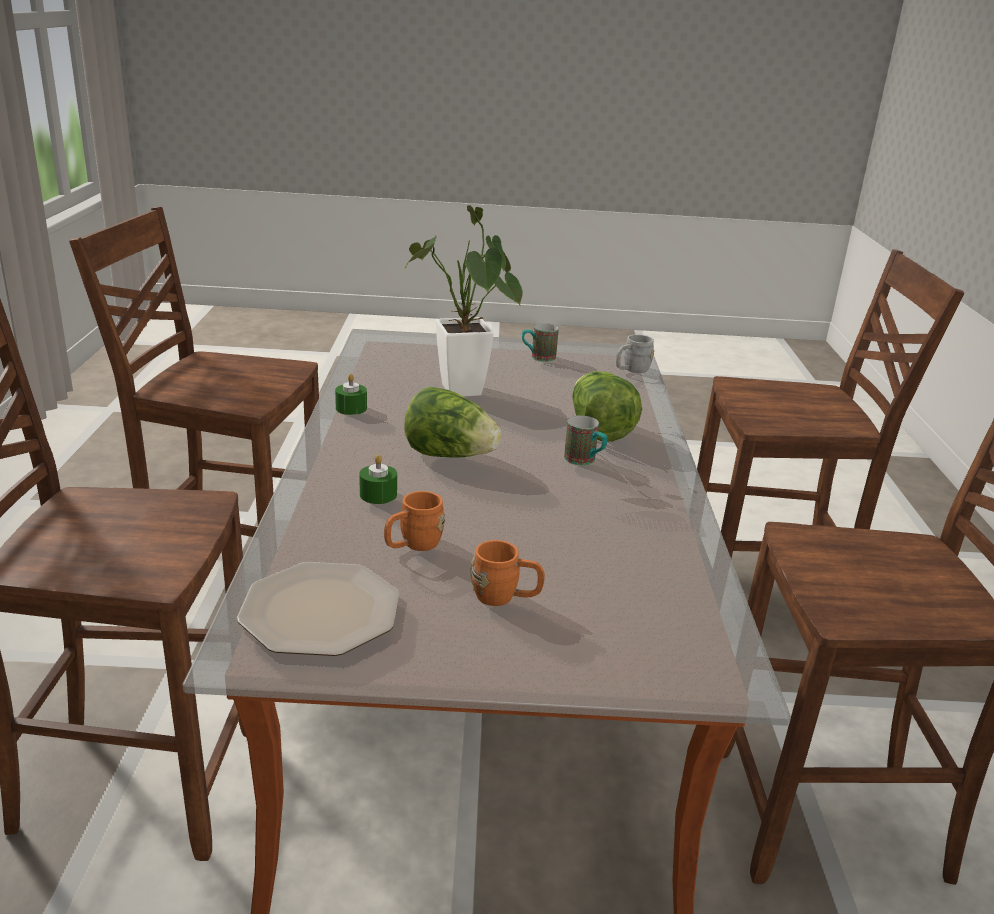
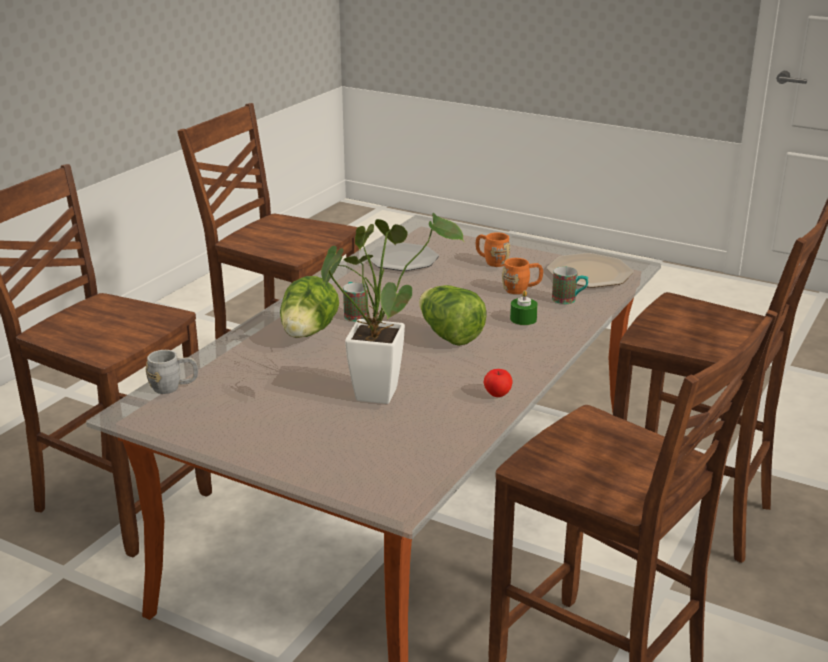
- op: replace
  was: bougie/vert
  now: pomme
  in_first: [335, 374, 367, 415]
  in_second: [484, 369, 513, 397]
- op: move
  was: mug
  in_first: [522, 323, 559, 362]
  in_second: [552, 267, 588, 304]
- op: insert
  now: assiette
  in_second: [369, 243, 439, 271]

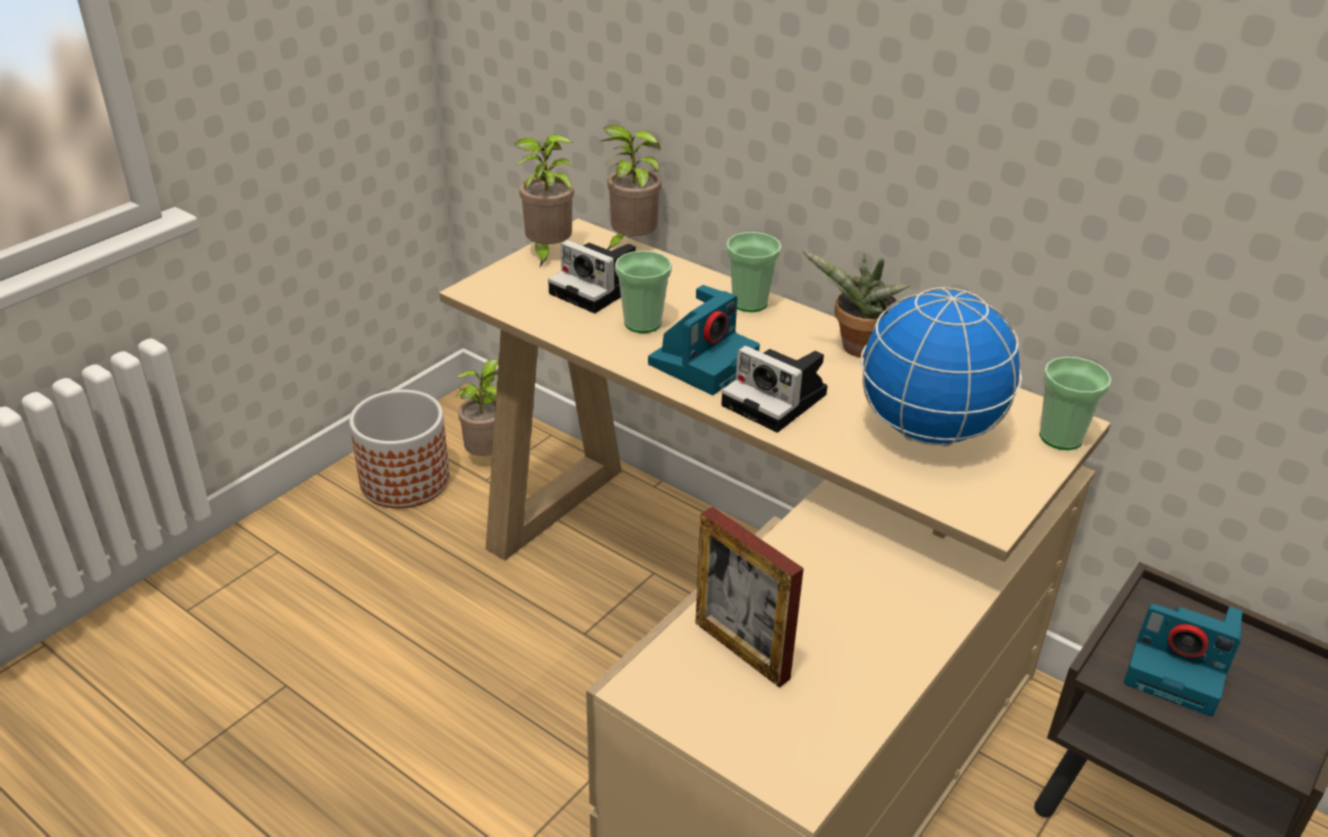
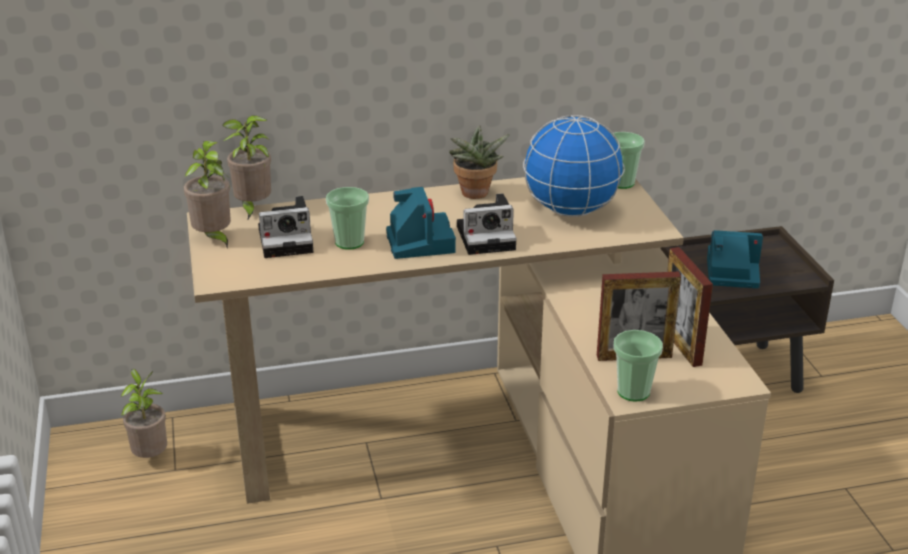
- op: delete
  was: cache-pot
  in_first: [349, 390, 450, 508]
- op: move
  was: tasse
  in_first: [726, 232, 781, 312]
  in_second: [613, 330, 663, 401]
- op: rotate
  was: appareil photo
  in_first: [1124, 604, 1243, 716]
  in_second: [707, 230, 763, 289]
  clockwise: -150
- op: insert
  now: cadre photo
  in_second: [667, 247, 713, 367]

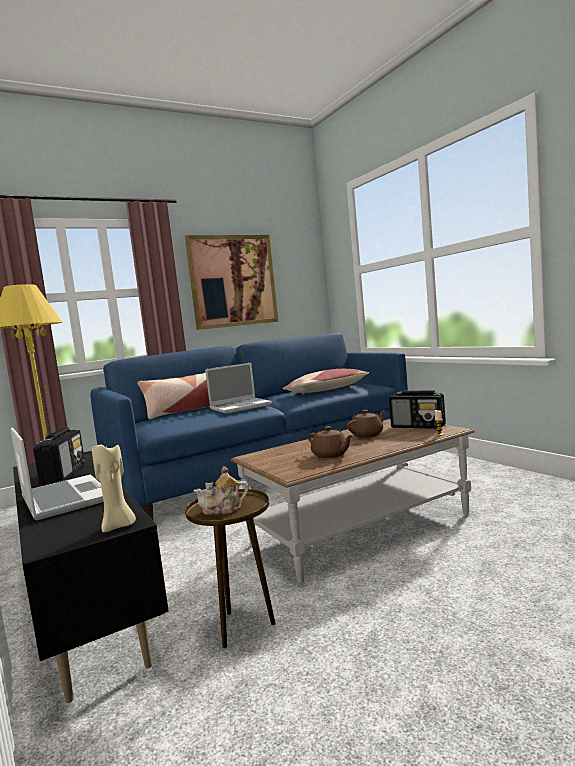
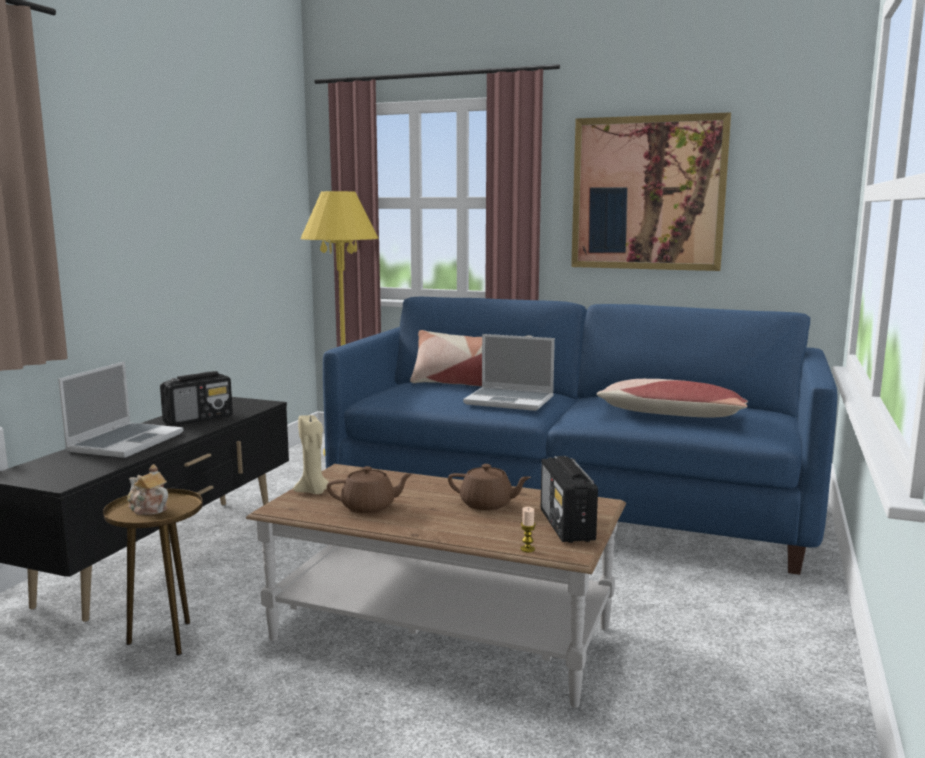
- op: move
  was: bougie/beige
  in_first: [92, 443, 136, 533]
  in_second: [293, 414, 332, 494]
- op: rotate
  was: théière/marron
  in_first: [308, 426, 353, 458]
  in_second: [327, 466, 413, 514]
  clockwise: -105

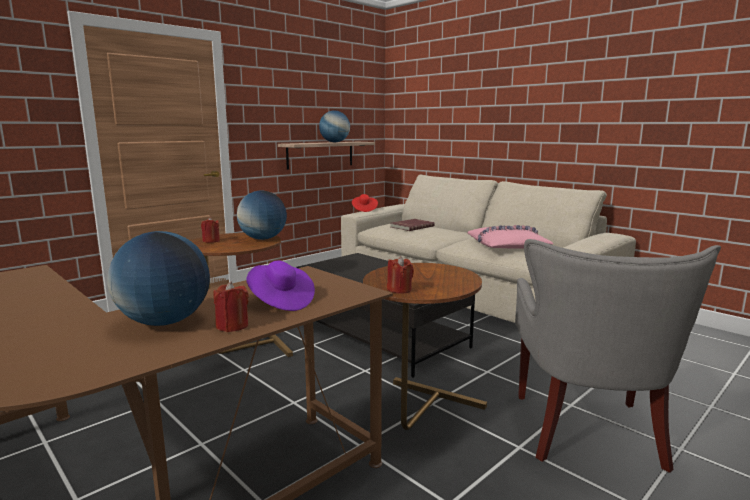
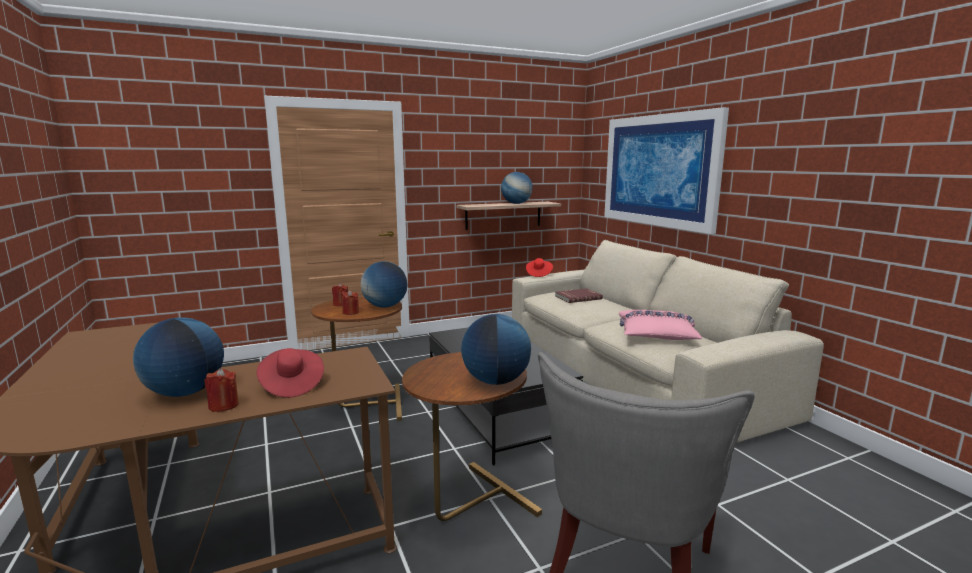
- op: recolor
  was: chapeau/violet
  now: chapeau/rouge
  in_first: [246, 261, 315, 311]
  in_second: [256, 348, 324, 398]
- op: move
  was: bougie/rouge
  in_first: [387, 256, 414, 294]
  in_second: [342, 290, 359, 315]
- op: insert
  now: globe
  in_second: [461, 314, 531, 385]
- op: insert
  now: tableau
  in_second: [604, 107, 729, 234]

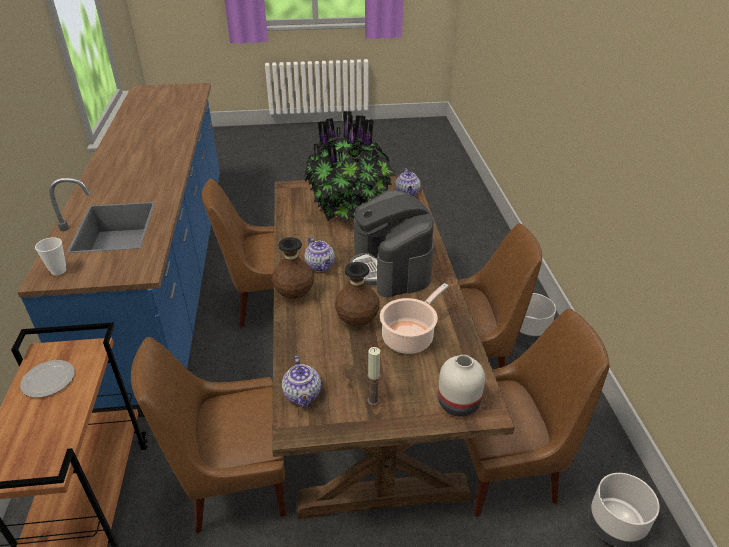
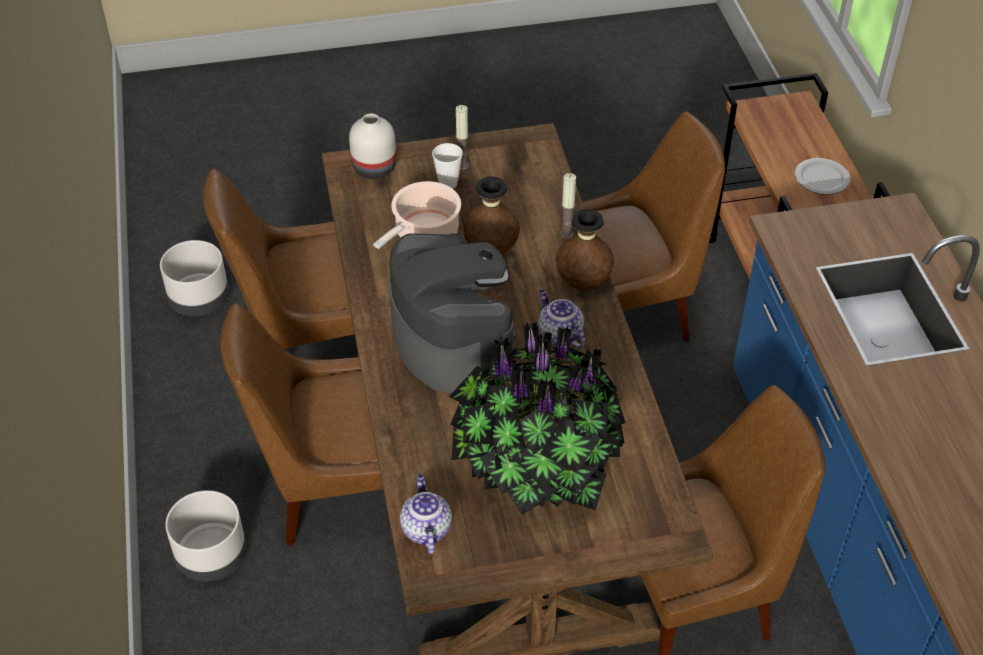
- op: move
  was: tasse
  in_first: [35, 237, 66, 275]
  in_second: [432, 143, 463, 189]
- op: delete
  was: théière
  in_first: [282, 356, 321, 407]
- op: insert
  now: bougie
  in_second: [560, 173, 576, 239]

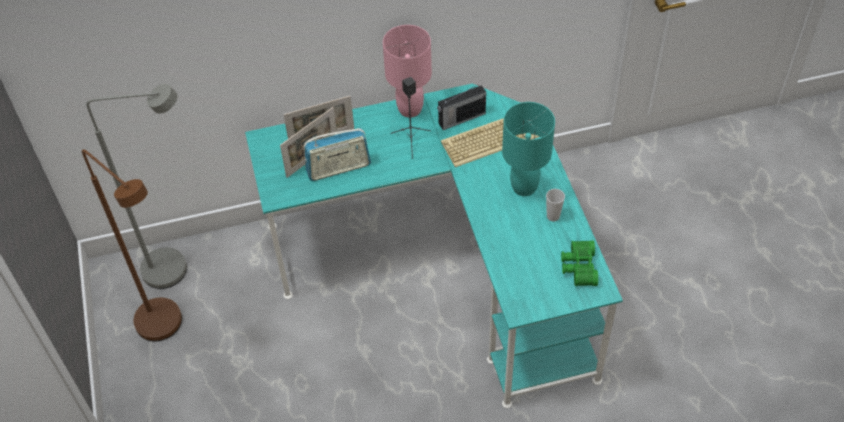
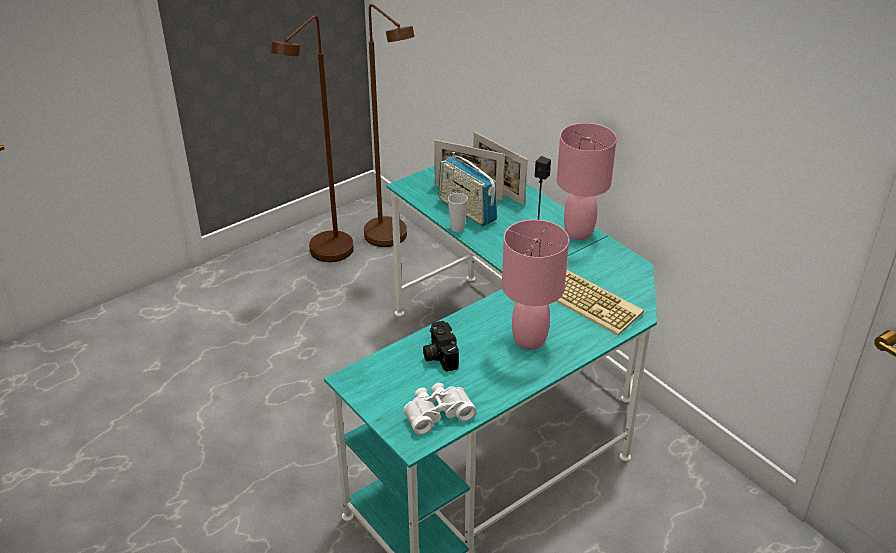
- op: recolor
  was: lampadaire/gris
  now: lampadaire/marron
  in_first: [86, 84, 187, 289]
  in_second: [364, 4, 415, 247]
- op: delete
  was: radio
  in_first: [437, 85, 486, 130]
- op: recolor
  was: lampe de table/turquoise
  now: lampe de table/rose
  in_first: [502, 102, 555, 196]
  in_second: [502, 220, 569, 350]
- op: move
  was: tasse
  in_first: [546, 189, 565, 222]
  in_second: [448, 193, 468, 232]
- op: recolor
  was: jumelles/vert
  now: jumelles/blanc
  in_first: [561, 241, 598, 286]
  in_second: [403, 383, 476, 435]
- op: insert
  now: appareil photo
  in_second: [423, 321, 459, 372]

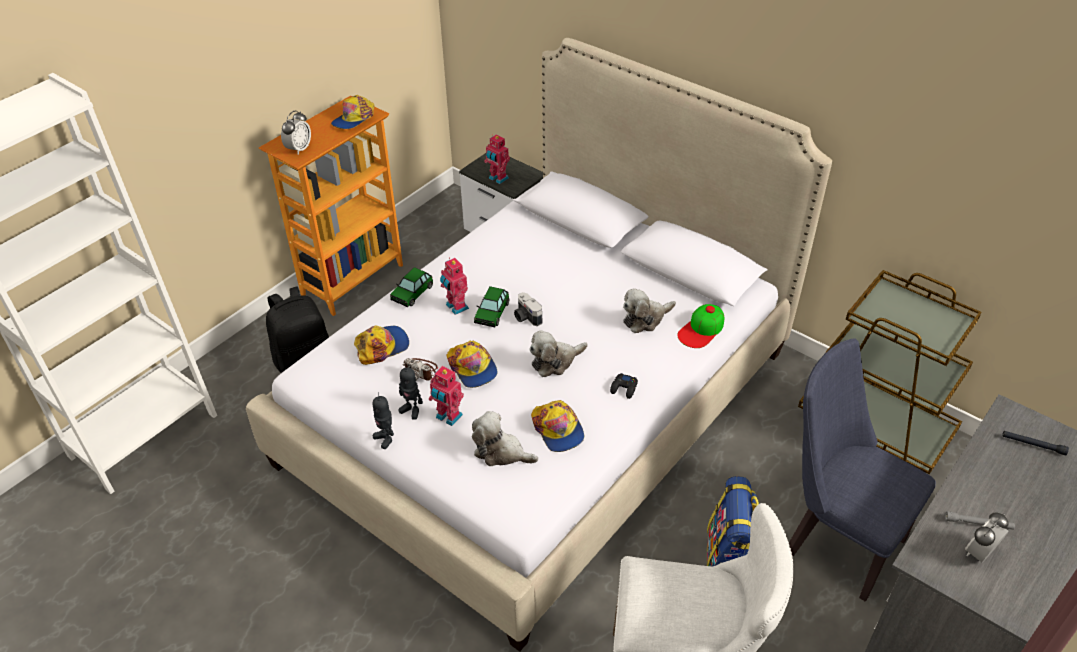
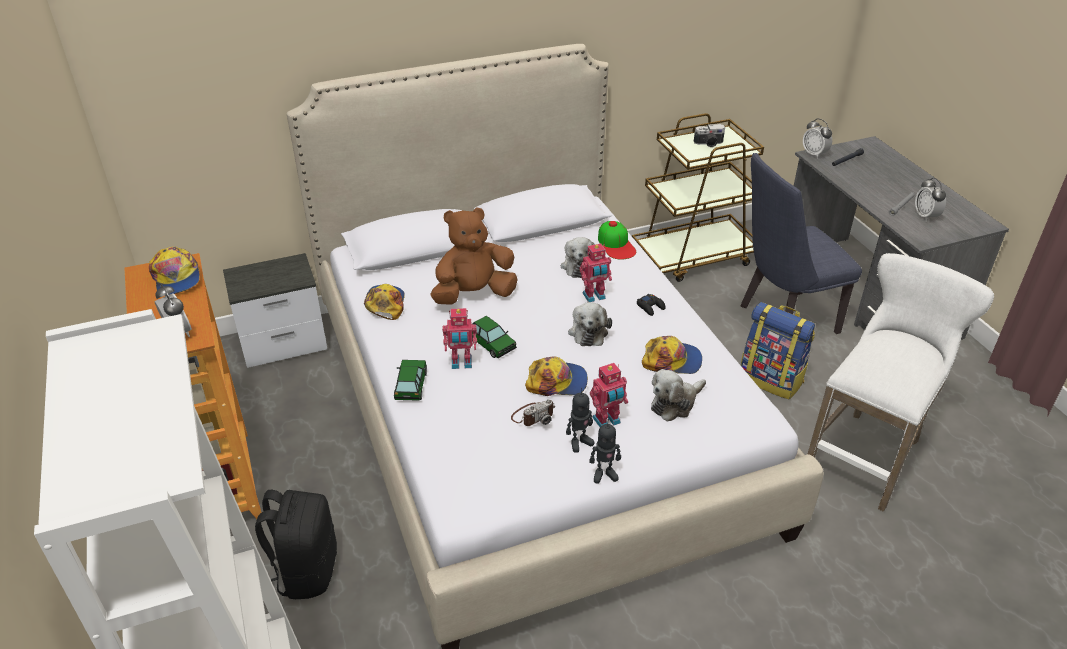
- op: move
  was: casquette
  in_first: [354, 326, 409, 365]
  in_second: [364, 284, 404, 320]
- op: rotate
  was: petite voiture
  in_first: [390, 267, 433, 307]
  in_second: [394, 360, 427, 401]
  clockwise: -150
- op: move
  was: robot jouet
  in_first: [484, 134, 510, 184]
  in_second: [579, 244, 612, 302]
- op: move
  was: appareil photo
  in_first: [514, 292, 542, 326]
  in_second: [694, 124, 725, 147]
- op: insert
  now: peluche/marron
  in_second: [430, 207, 518, 305]
- op: insert
  now: réveil
  in_second: [803, 118, 832, 159]

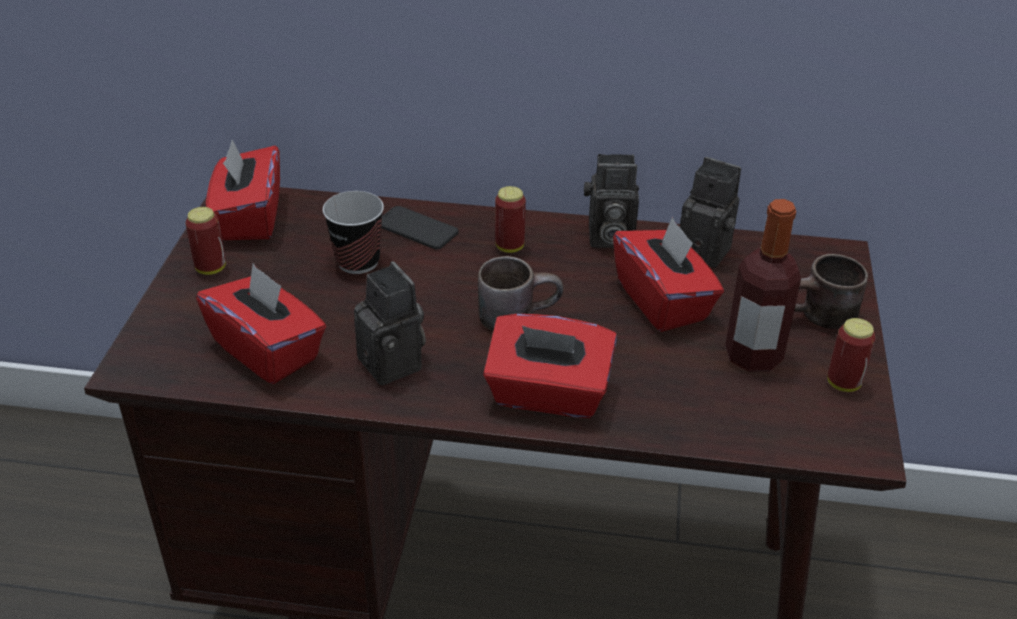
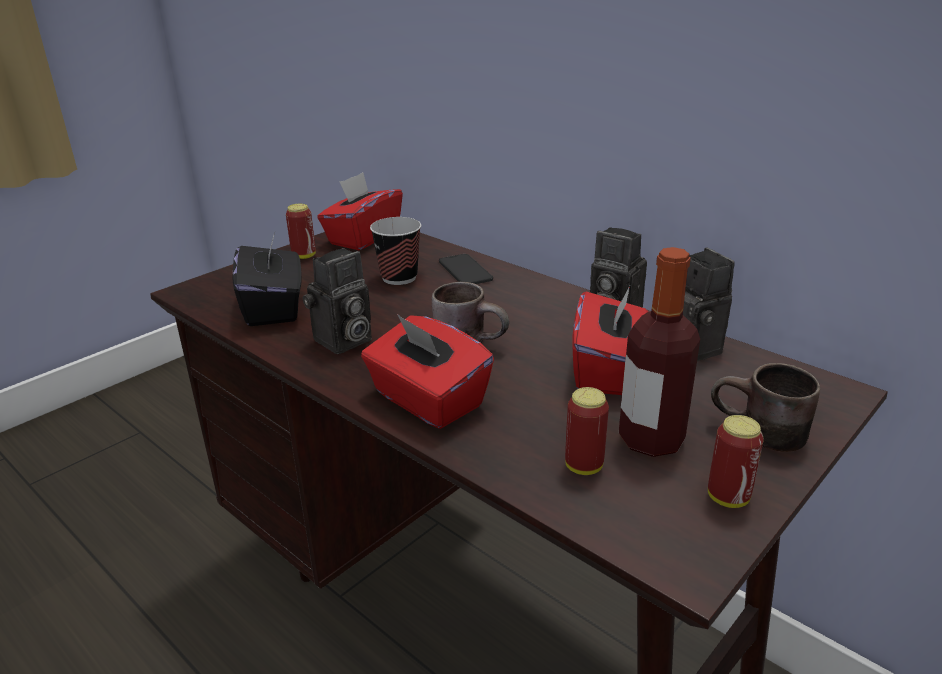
- op: recolor
  was: boîte à mouchoirs/rouge
  now: boîte à mouchoirs/noir
  in_first: [196, 263, 326, 384]
  in_second: [232, 230, 301, 326]
- op: rotate
  was: appareil photo
  in_first: [354, 261, 426, 386]
  in_second: [303, 248, 372, 354]
  clockwise: 45
- op: move
  was: boîte métallique
  in_first: [495, 186, 526, 253]
  in_second: [565, 387, 609, 475]

